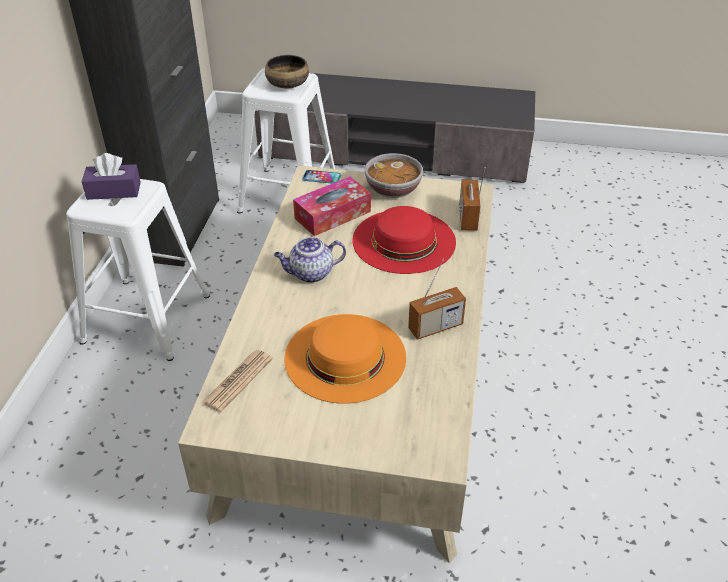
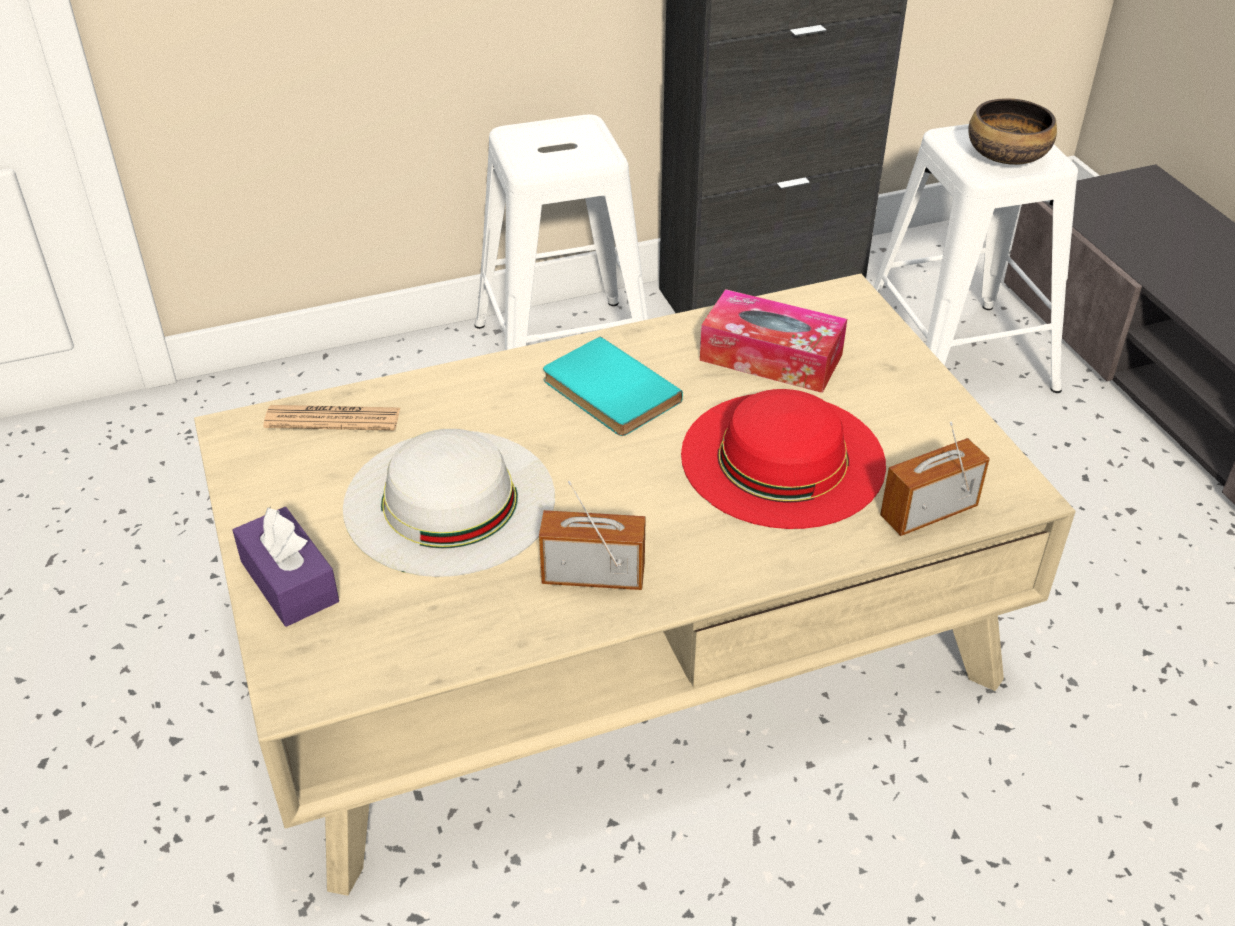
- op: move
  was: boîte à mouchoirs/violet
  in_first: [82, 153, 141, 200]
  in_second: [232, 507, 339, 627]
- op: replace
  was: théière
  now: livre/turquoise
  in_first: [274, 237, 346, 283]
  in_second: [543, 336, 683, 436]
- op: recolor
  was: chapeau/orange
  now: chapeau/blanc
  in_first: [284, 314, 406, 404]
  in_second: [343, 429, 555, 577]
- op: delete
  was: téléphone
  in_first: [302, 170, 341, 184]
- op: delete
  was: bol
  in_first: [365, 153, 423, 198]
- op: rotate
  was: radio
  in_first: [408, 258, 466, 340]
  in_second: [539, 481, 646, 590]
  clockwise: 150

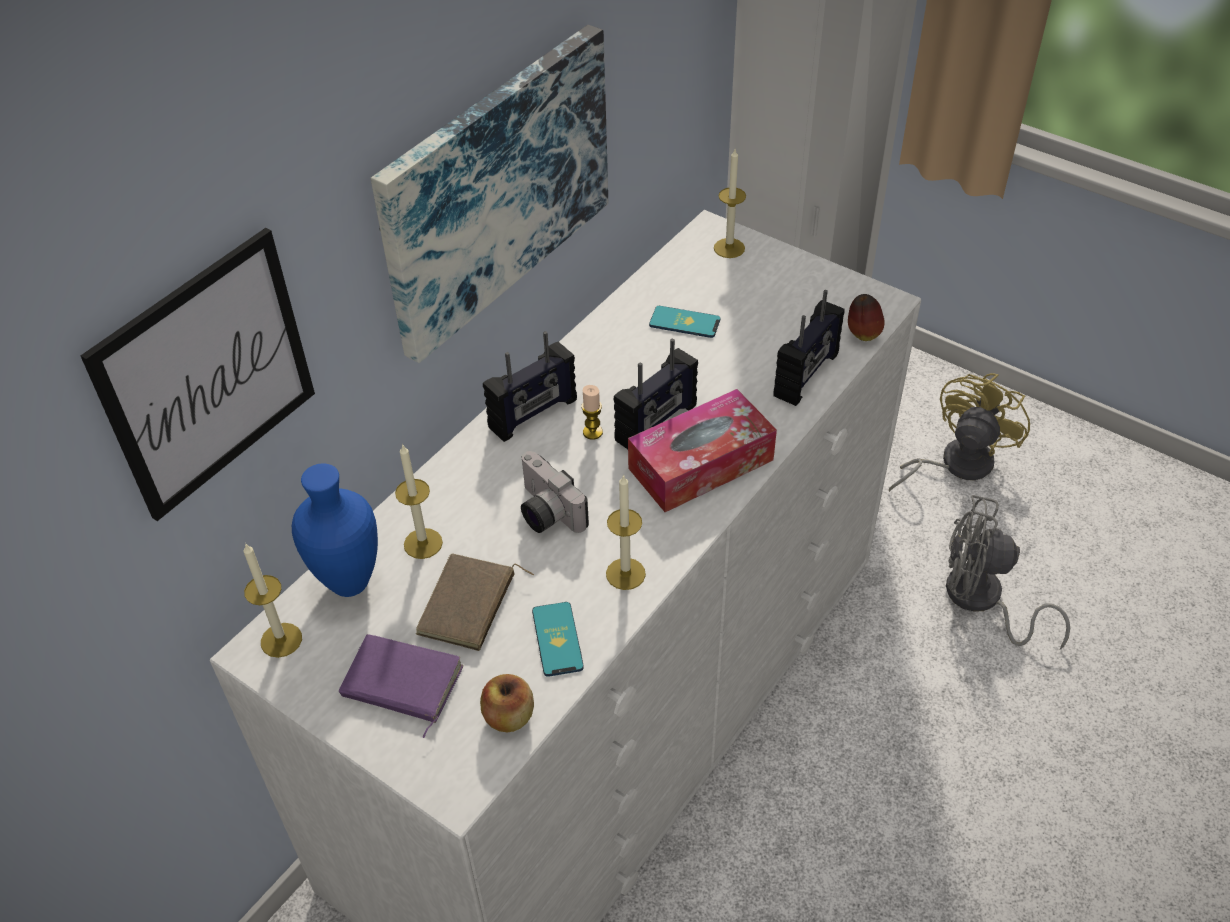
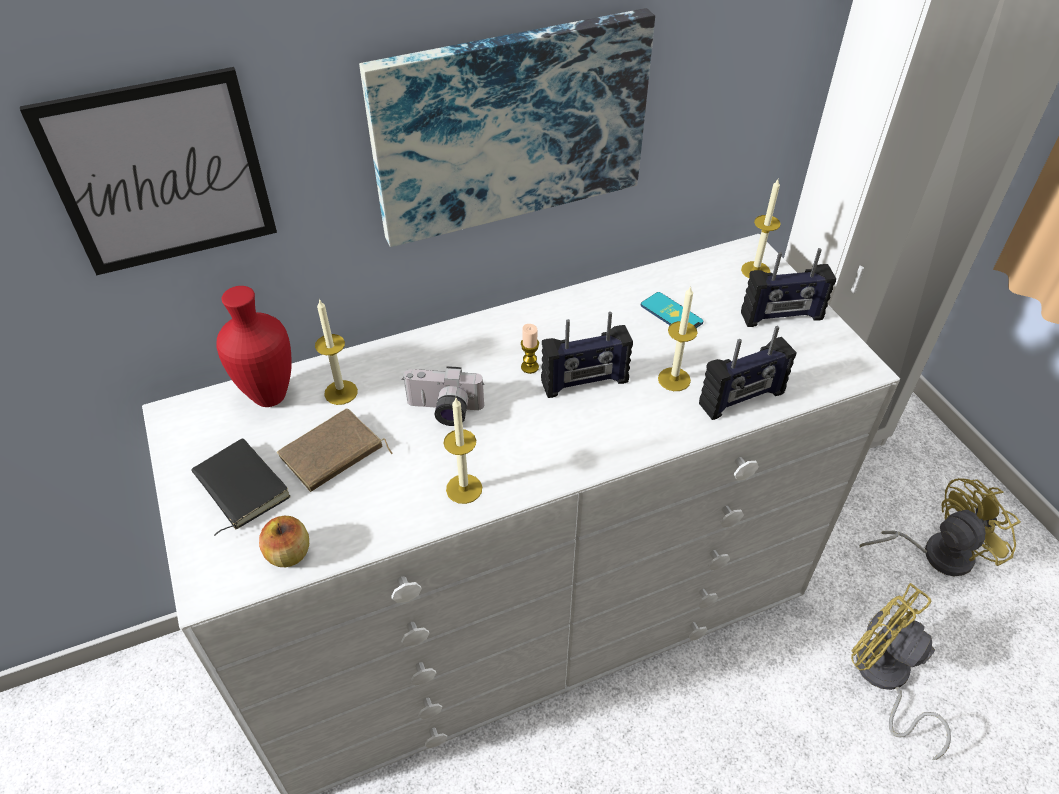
- op: move
  was: bougie
  in_first: [243, 544, 302, 658]
  in_second: [658, 286, 698, 391]
- op: recolor
  was: vase/bleu
  now: vase/rouge
  in_first: [292, 463, 378, 597]
  in_second: [216, 286, 292, 407]
- op: recolor
  was: livre/violet
  now: livre/noir
  in_first: [339, 634, 464, 738]
  in_second: [191, 438, 291, 536]
- op: move
  was: radio
  in_first: [483, 331, 577, 442]
  in_second: [741, 248, 836, 327]
- op: rotate
  was: appareil photo
  in_first: [521, 451, 589, 533]
  in_second: [402, 366, 484, 426]
  clockwise: -75
- op: delete
  was: téléphone
  in_first: [532, 602, 584, 677]
- op: delete
  was: boîte à mouchoirs
  in_first: [628, 389, 777, 512]
- op: delete
  was: pomme
  in_first: [848, 294, 885, 341]
- op: recolor
  was: ventilateur/gris
  now: ventilateur/jaune
  in_first: [946, 495, 1070, 649]
  in_second: [851, 583, 951, 760]

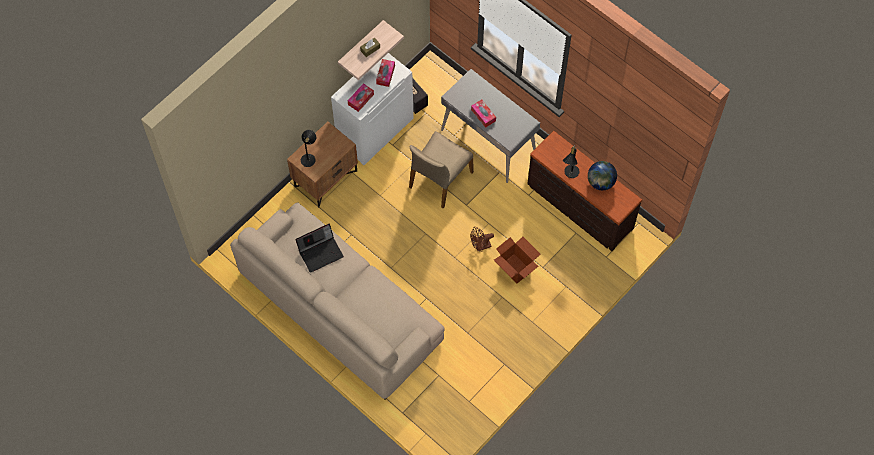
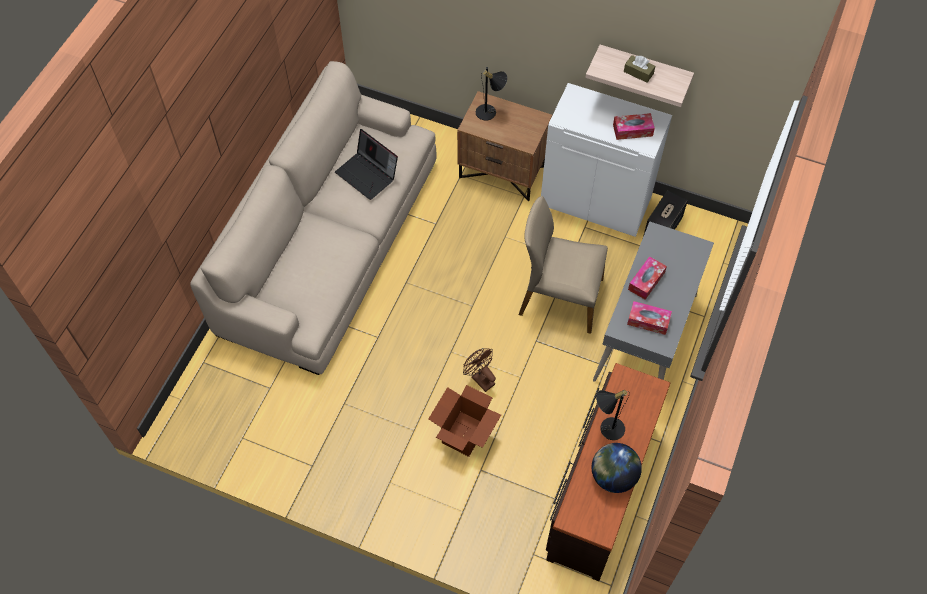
- op: move
  was: boîte à mouchoirs
  in_first: [348, 83, 374, 112]
  in_second: [627, 301, 672, 335]

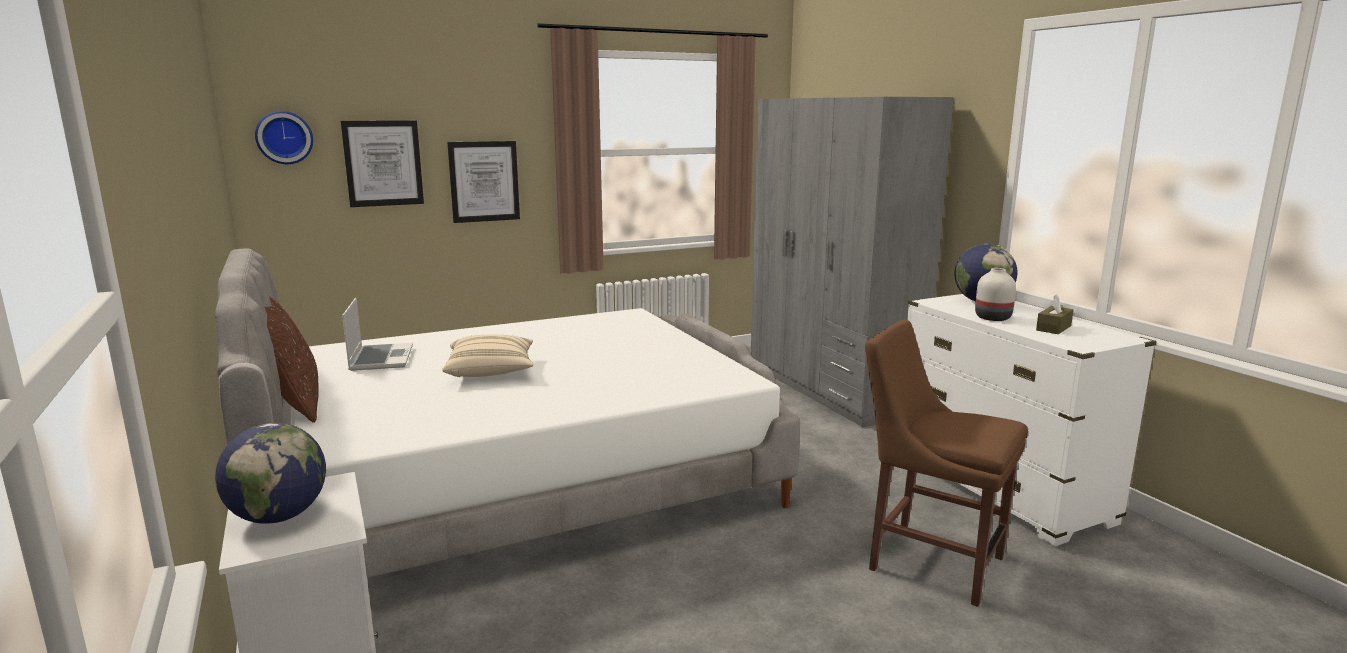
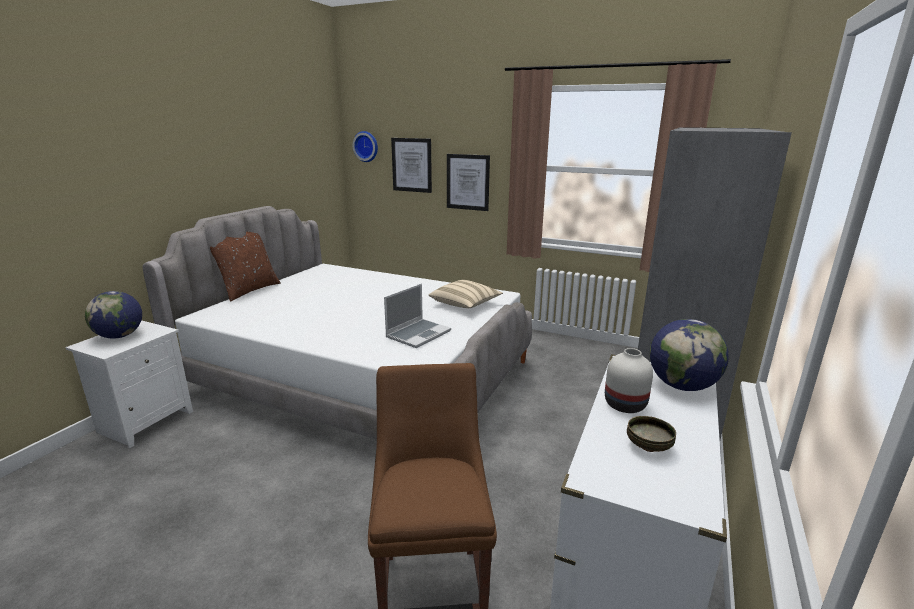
- op: move
  was: ordinateur portable
  in_first: [342, 298, 413, 371]
  in_second: [384, 284, 451, 348]
- op: move
  was: coussin/beige
  in_first: [442, 335, 534, 377]
  in_second: [429, 280, 503, 308]
- op: replace
  was: boîte à mouchoirs/marron
  now: bol
  in_first: [1036, 294, 1074, 334]
  in_second: [627, 416, 676, 452]

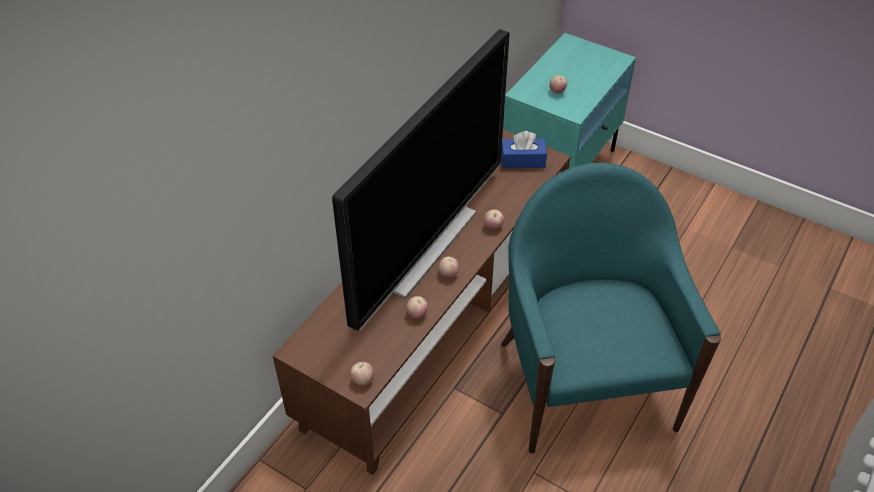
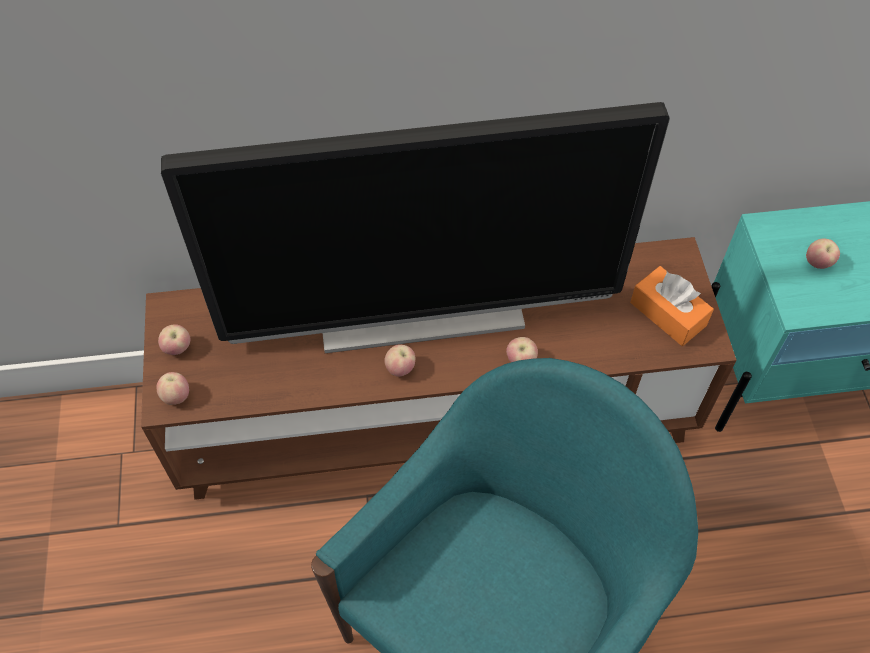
- op: move
  was: pomme
  in_first: [406, 296, 428, 319]
  in_second: [158, 324, 190, 355]
- op: recolor
  was: boîte à mouchoirs/bleu
  now: boîte à mouchoirs/orange
  in_first: [501, 131, 547, 168]
  in_second: [630, 266, 714, 346]

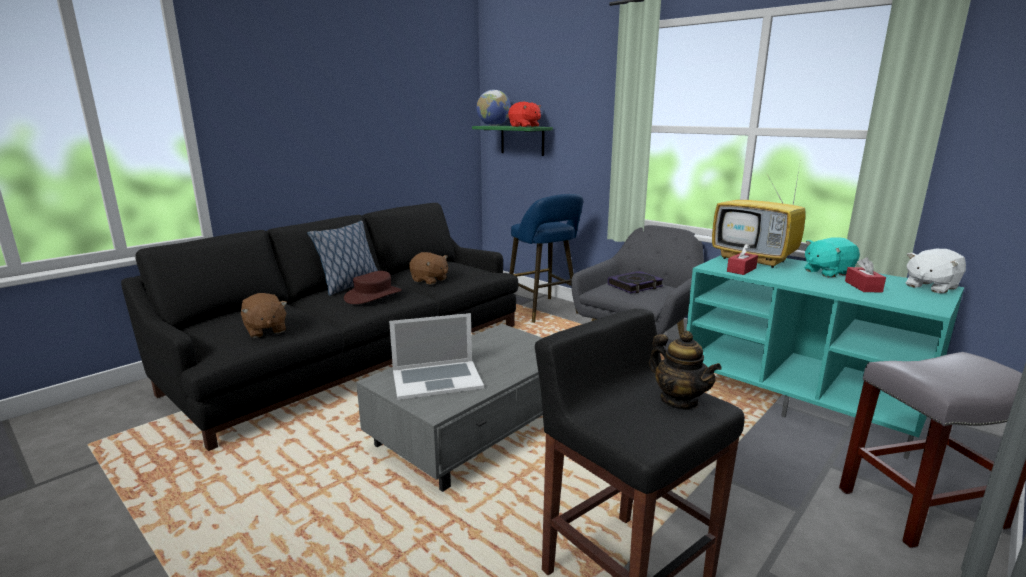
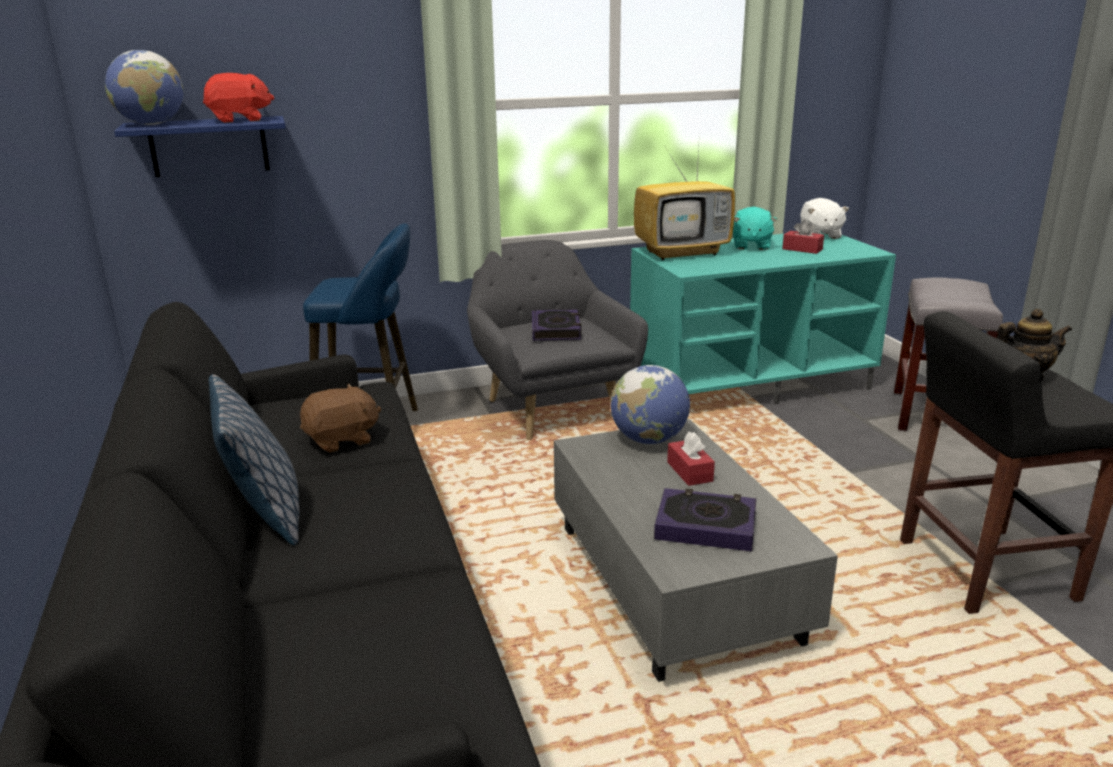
- op: delete
  was: peluche/marron
  in_first: [241, 293, 287, 338]
- op: delete
  was: chapeau/marron
  in_first: [344, 271, 402, 304]
- op: replace
  was: ordinateur portable
  now: livre
  in_first: [389, 313, 484, 400]
  in_second: [654, 488, 756, 551]
- op: recolor
  was: étagère/vert
  now: étagère/bleu
  in_first: [472, 126, 553, 156]
  in_second: [114, 116, 286, 177]
- op: move
  was: boîte à mouchoirs/rouge
  in_first: [727, 243, 758, 275]
  in_second: [667, 432, 715, 486]
- op: insert
  now: globe
  in_second: [610, 365, 690, 444]

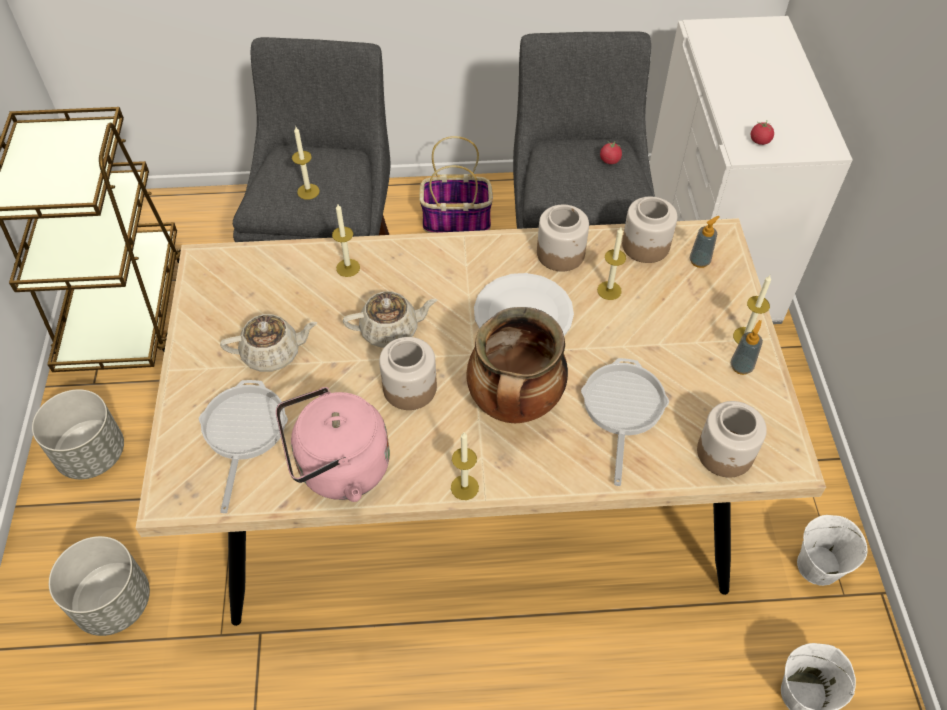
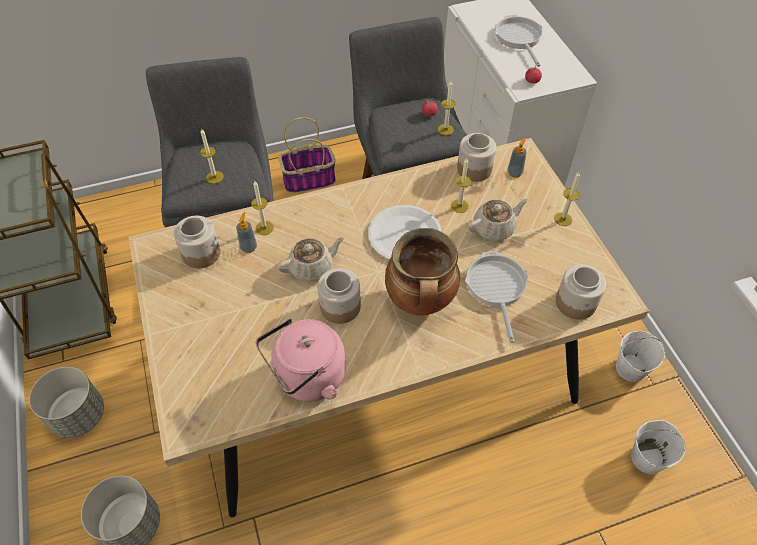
- op: move
  was: poêle
  in_first: [199, 380, 288, 513]
  in_second: [495, 15, 543, 67]
- op: move
  was: théière/beige
  in_first: [220, 314, 317, 372]
  in_second: [468, 198, 529, 241]
- op: move
  was: bougie
  in_first: [451, 432, 479, 500]
  in_second: [438, 81, 455, 135]
- op: move
  was: bocal
  in_first: [537, 205, 589, 272]
  in_second: [174, 216, 221, 268]
- op: move
  was: distributeur de savon
  in_first: [731, 320, 763, 375]
  in_second: [236, 212, 257, 253]

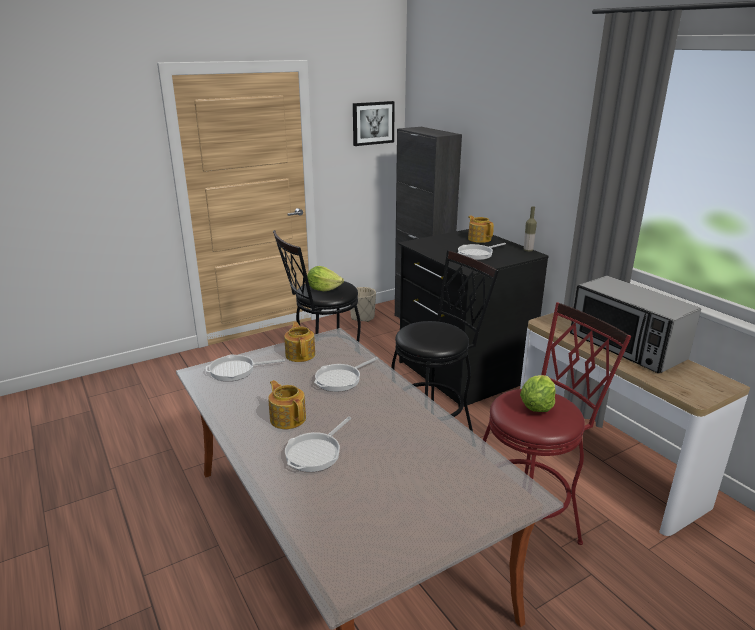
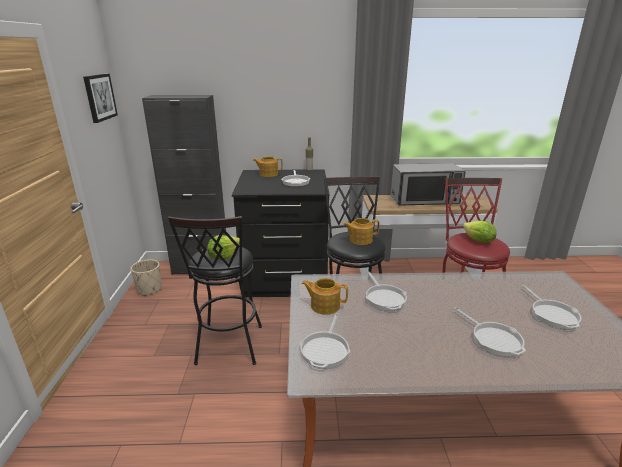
- op: move
  was: théière
  in_first: [268, 380, 306, 429]
  in_second: [343, 218, 380, 245]
- op: insert
  now: poêle
  in_second: [522, 285, 582, 329]

